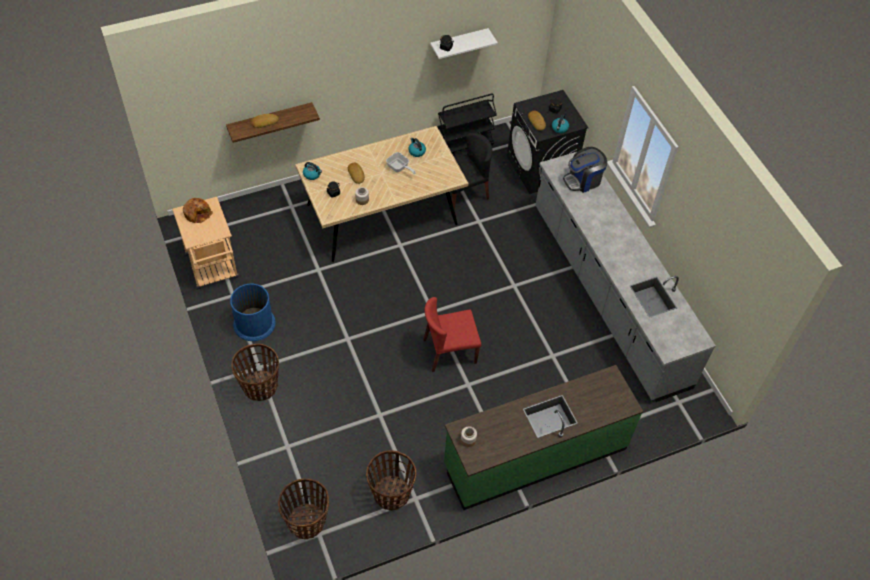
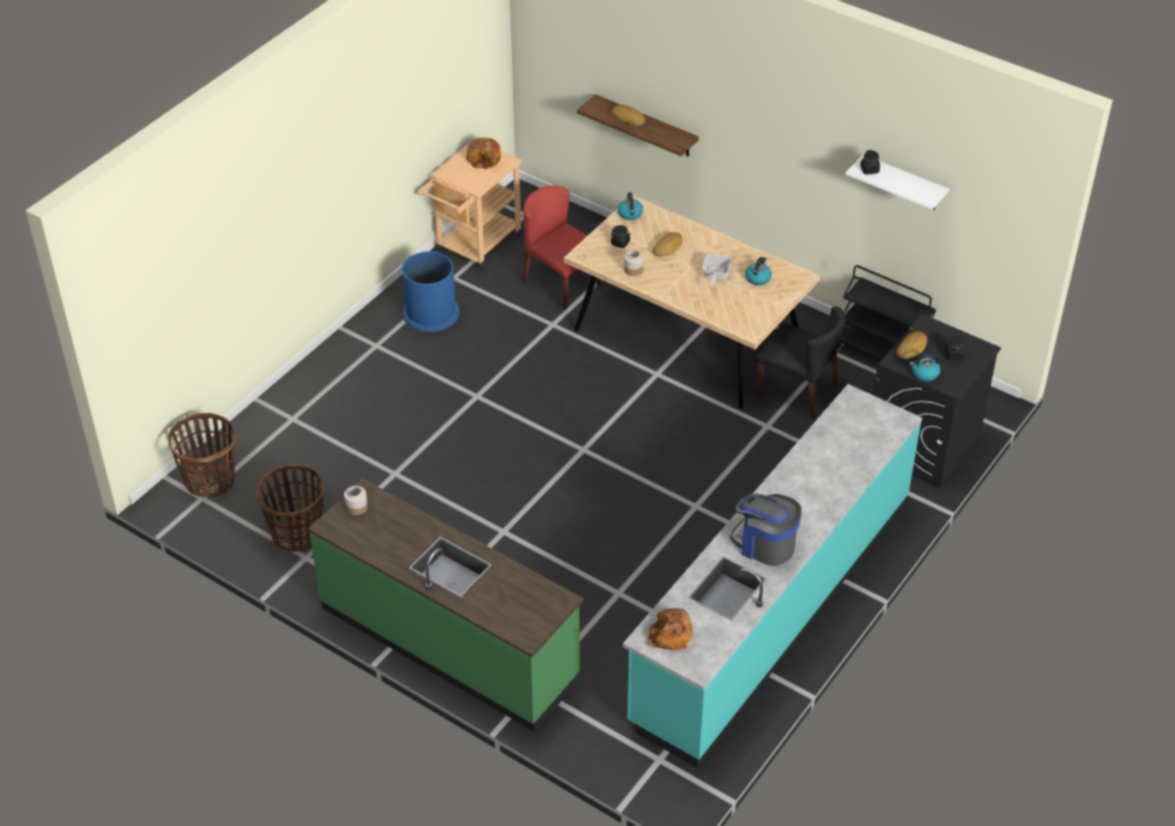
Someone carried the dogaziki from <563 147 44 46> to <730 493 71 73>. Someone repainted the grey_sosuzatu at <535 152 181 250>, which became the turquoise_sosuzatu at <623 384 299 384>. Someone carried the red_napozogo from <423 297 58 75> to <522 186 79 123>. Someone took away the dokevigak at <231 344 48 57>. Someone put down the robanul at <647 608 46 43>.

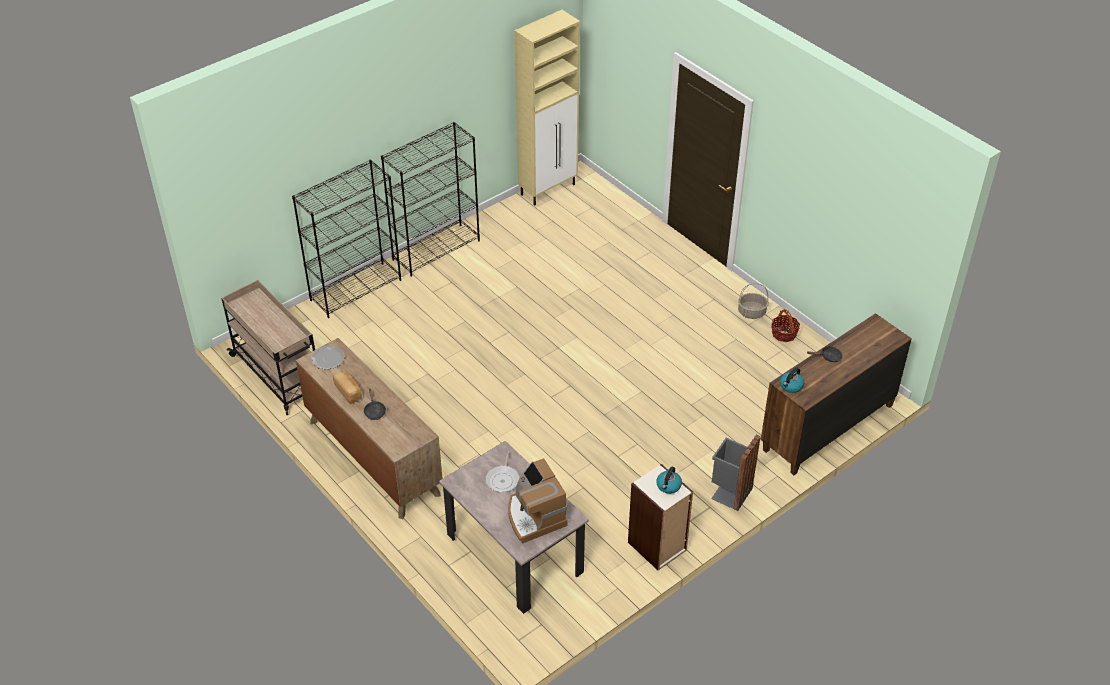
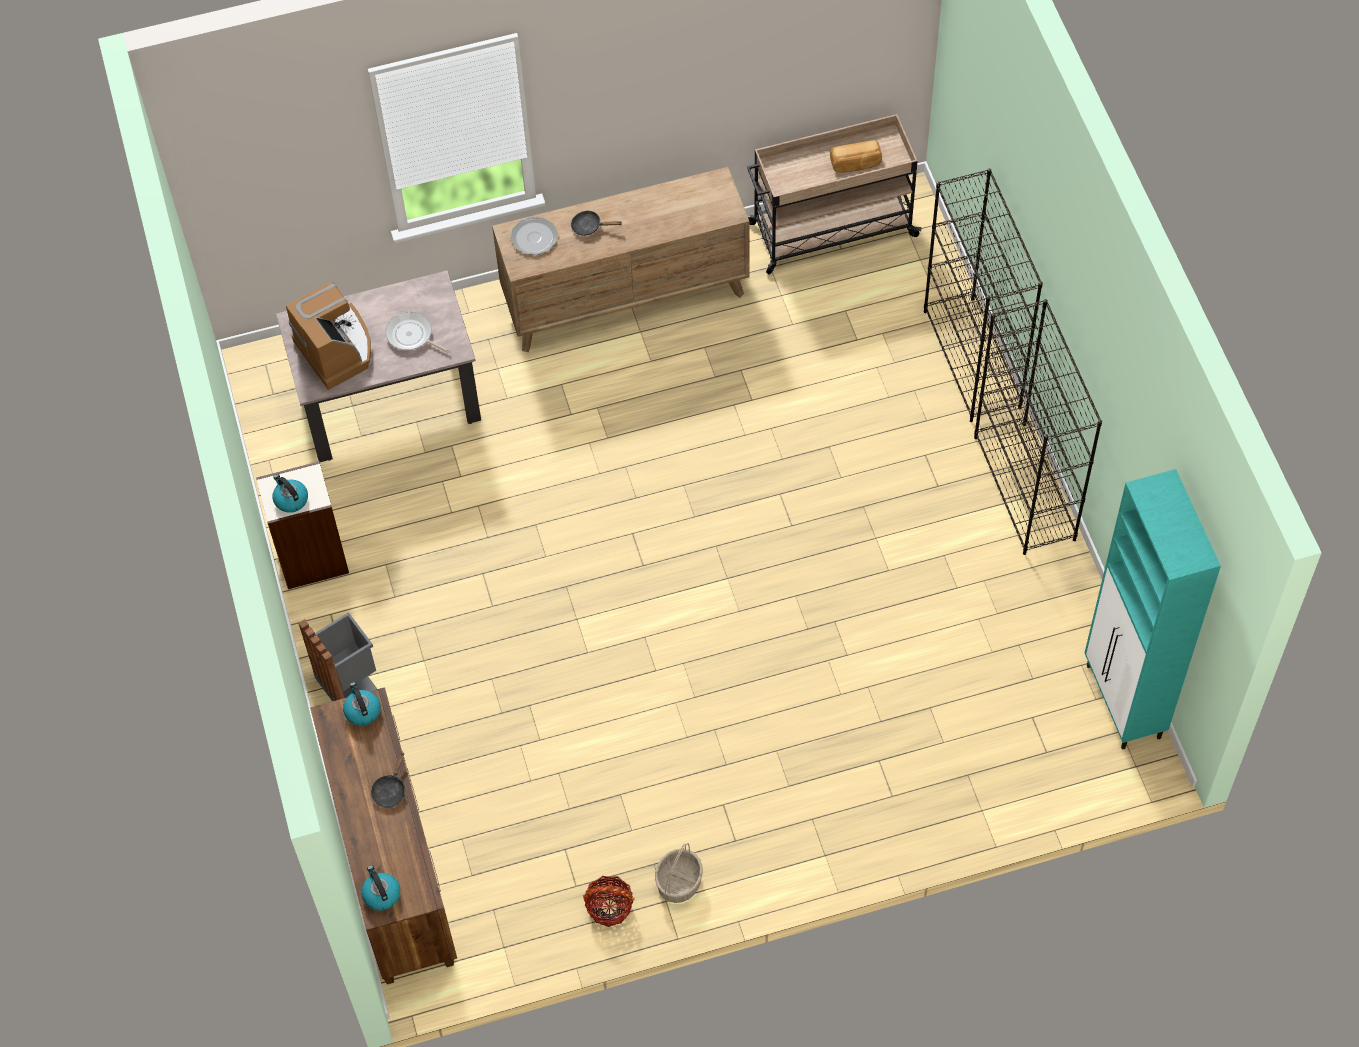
Someone repainted the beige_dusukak at <515 10 65 196>, which became the turquoise_dusukak at <1085 469 136 281>. Someone carried the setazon from <311 346 34 24> to <510 217 48 38>. Someone carried the robanul from <333 370 29 34> to <830 140 52 33>. Someone rotated the dogaziki at <508 458 59 86> by 60 degrees clockwise. Someone put down the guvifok at <361 865 39 46>.

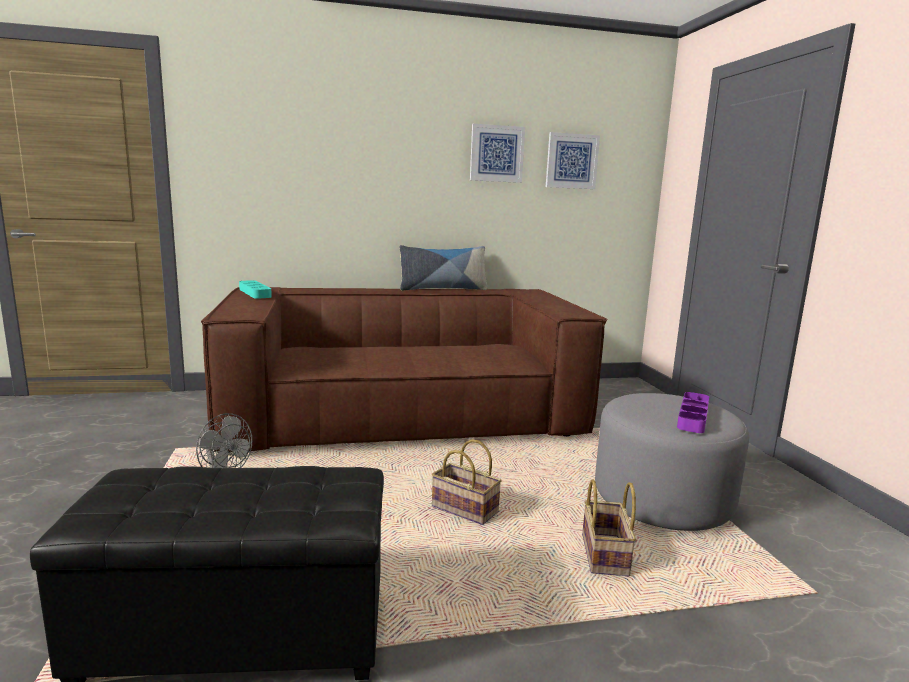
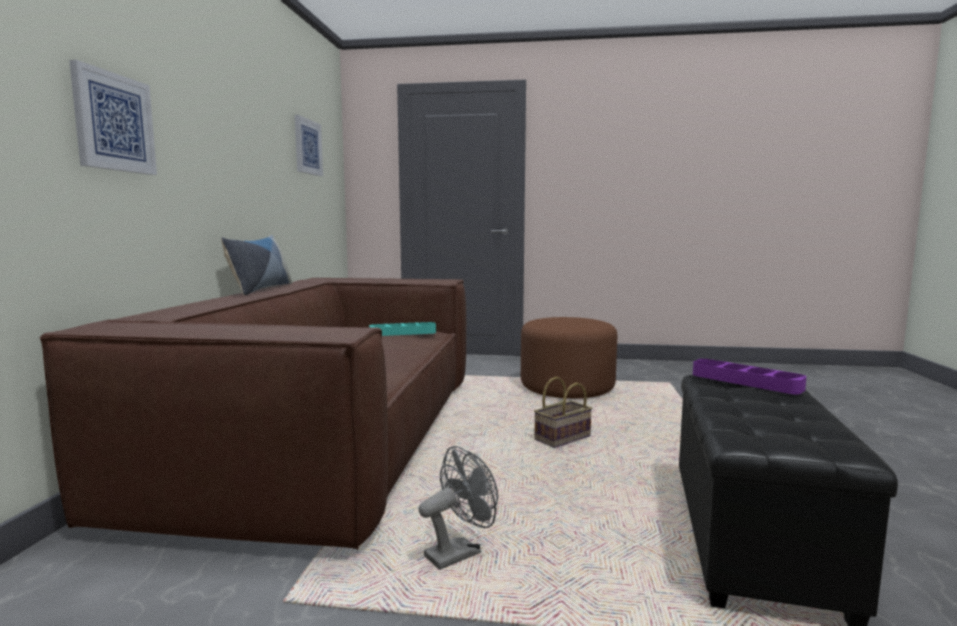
Someone carried the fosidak from <470 124 55 59> to <69 60 88 115>. Someone carried the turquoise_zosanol from <239 280 33 19> to <369 322 67 14>. Someone carried the purple_zosanol from <677 392 32 41> to <693 359 113 36>. Someone repainted the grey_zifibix at <595 393 154 138>, which became the brown_zifibix at <521 317 96 81>. Someone took away the dokevigak at <582 479 54 97>.

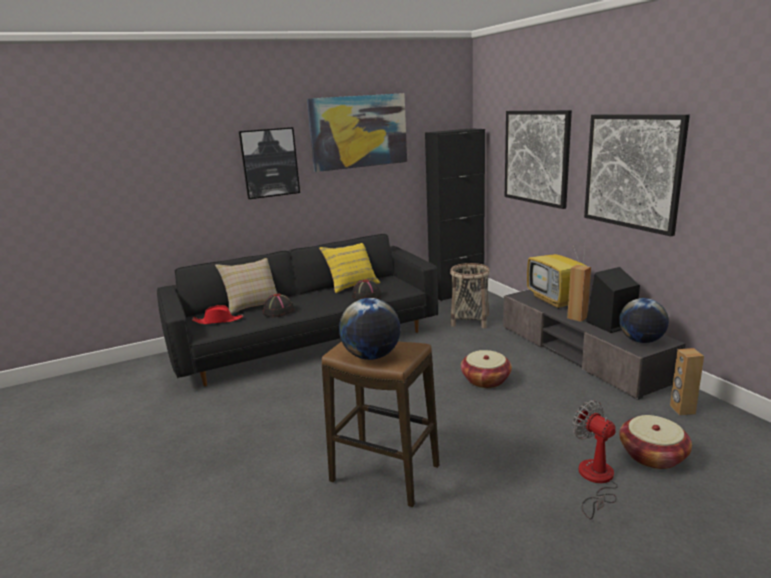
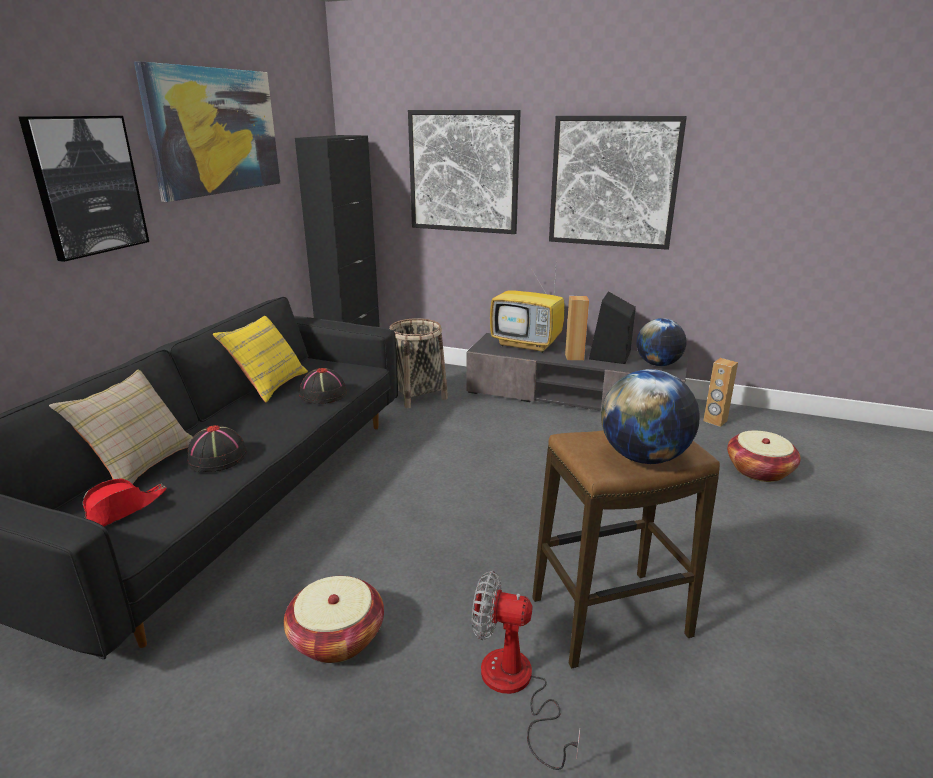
Someone carried the dokevigak from <461 350 51 38> to <284 576 100 87>. Someone carried the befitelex from <572 400 46 119> to <472 571 108 199>.

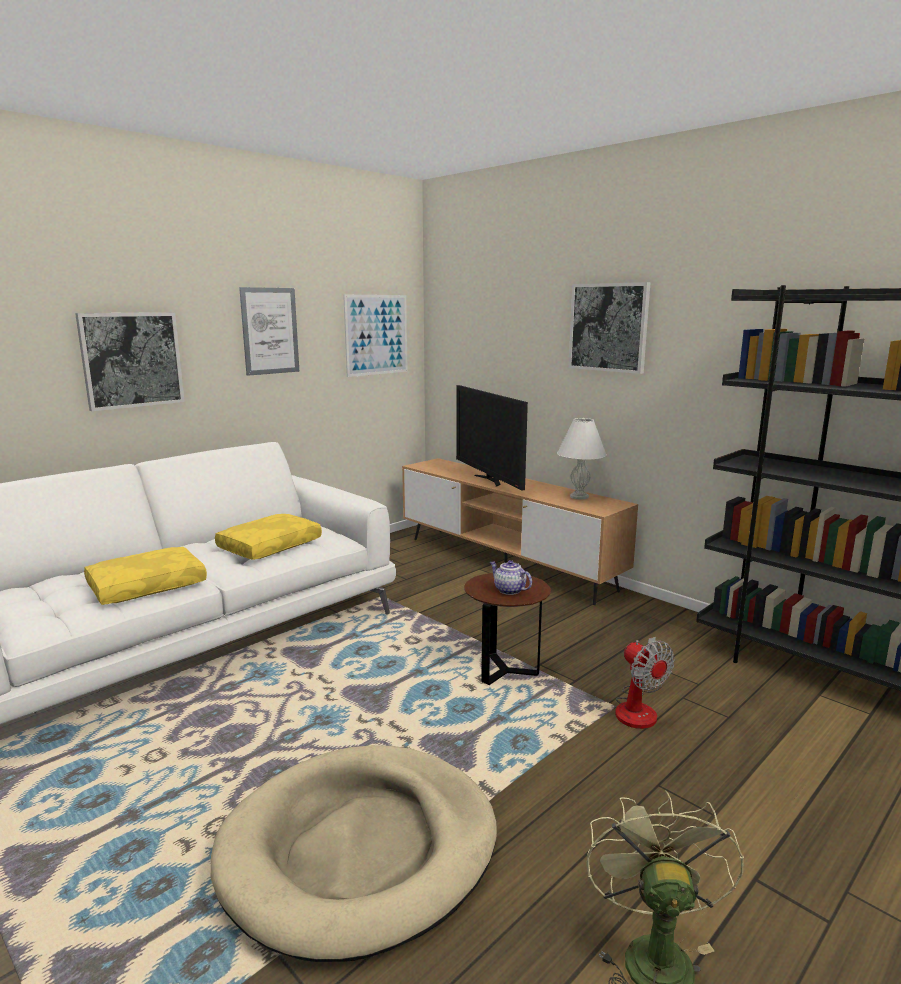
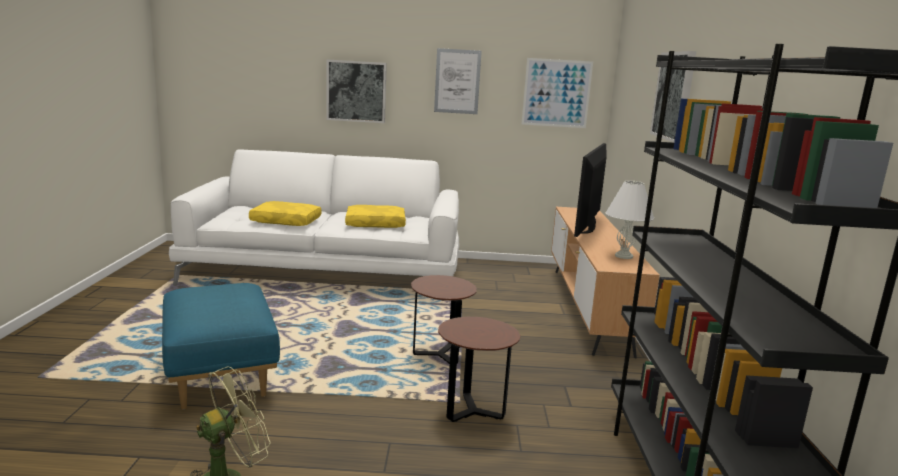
Someone took away the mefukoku at <490 560 42 35>. Someone swapped the befitelex at <615 637 60 92> for the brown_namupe at <438 317 82 105>. Someone swapped the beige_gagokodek at <211 745 286 217> for the blue_zifibix at <162 283 118 126>.

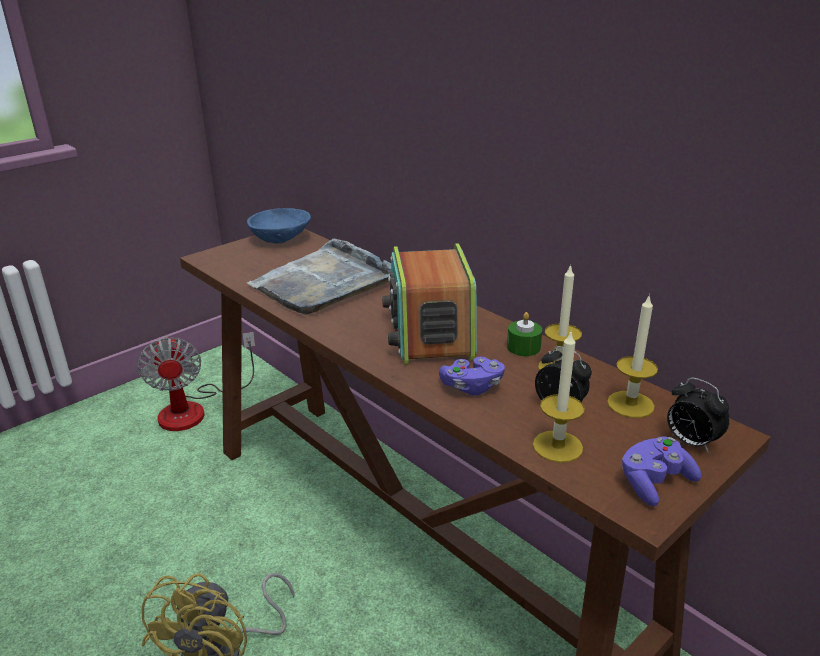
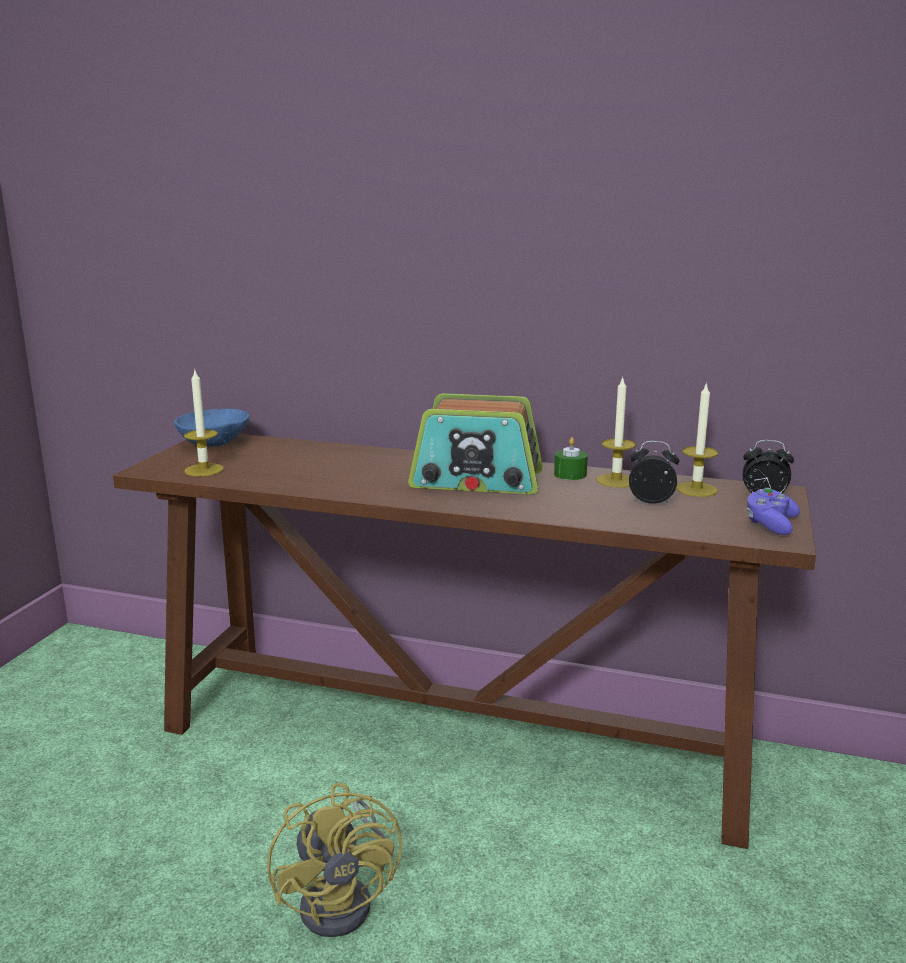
Someone took away the grey_zosanol at <247 239 144 76>. Someone rotated the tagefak at <382 243 95 122> by 45 degrees counterclockwise. Someone took away the befitelex at <137 332 118 99>. Someone carried the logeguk from <533 332 52 131> to <184 371 40 105>. Someone took away the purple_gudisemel at <439 357 66 39>.

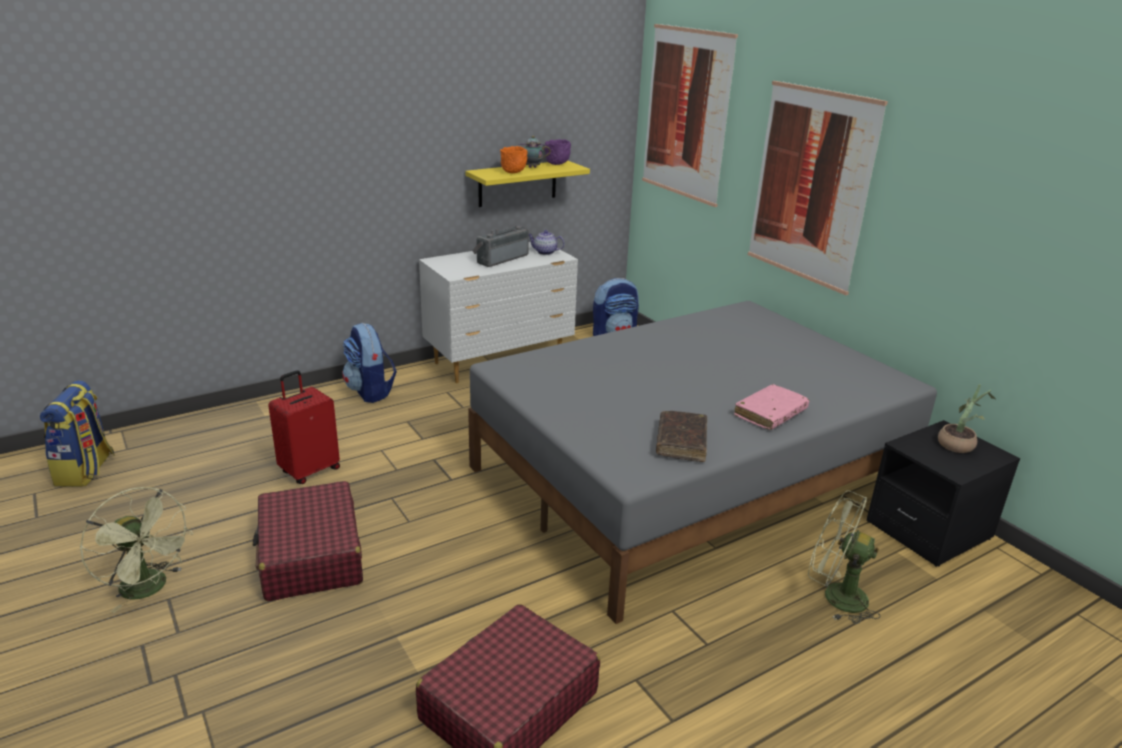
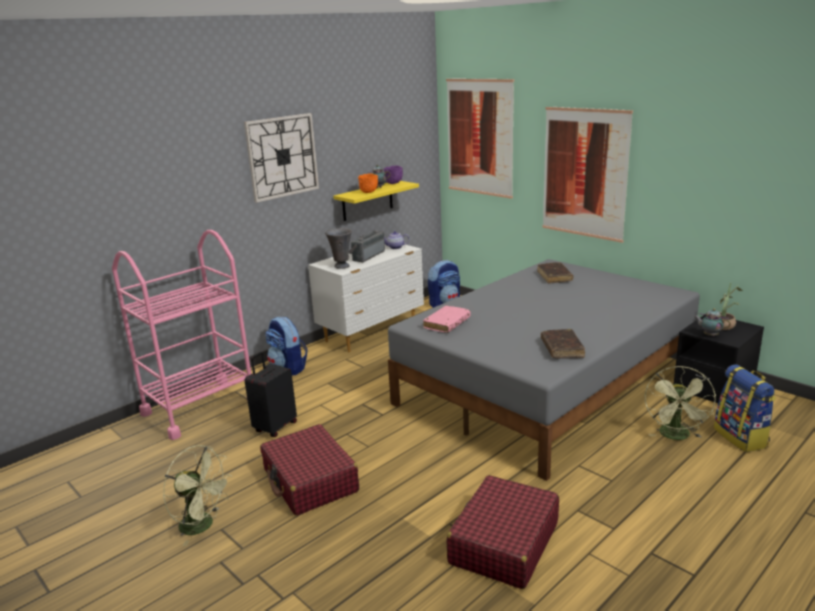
Someone repainted the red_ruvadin at <268 370 72 114>, which became the black_ruvadin at <245 352 52 85>. Someone carried the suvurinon from <40 380 75 107> to <714 365 62 87>. Someone carried the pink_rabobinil from <734 384 76 46> to <423 306 47 27>. Someone rotated the green_befitelex at <808 490 73 134> by 90 degrees counterclockwise. Someone put up the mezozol at <244 113 75 90>. Someone put down the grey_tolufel at <325 228 27 41>. Someone put down the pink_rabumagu at <112 230 139 210>. Someone put down the brown_rabobinil at <537 262 36 22>. Someone put down the mefukoku at <694 308 37 28>.

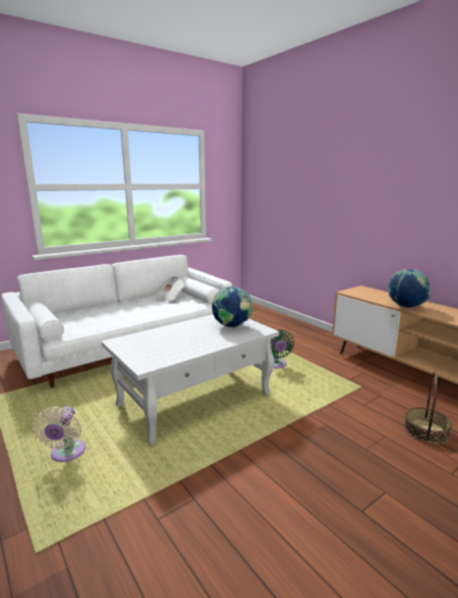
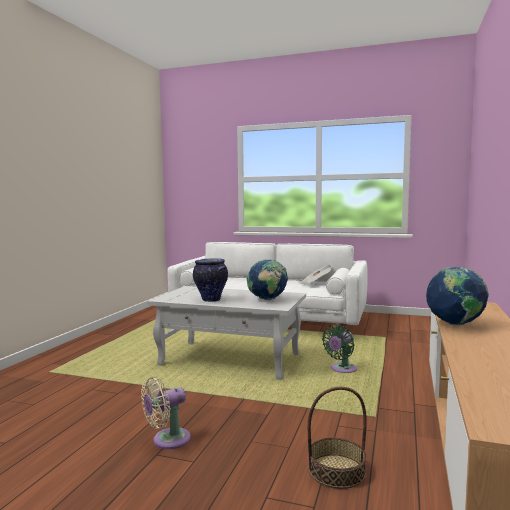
Someone carried the beige_befitelex from <33 406 53 56> to <141 377 50 72>. Someone put down the tolufel at <193 258 35 44>.

